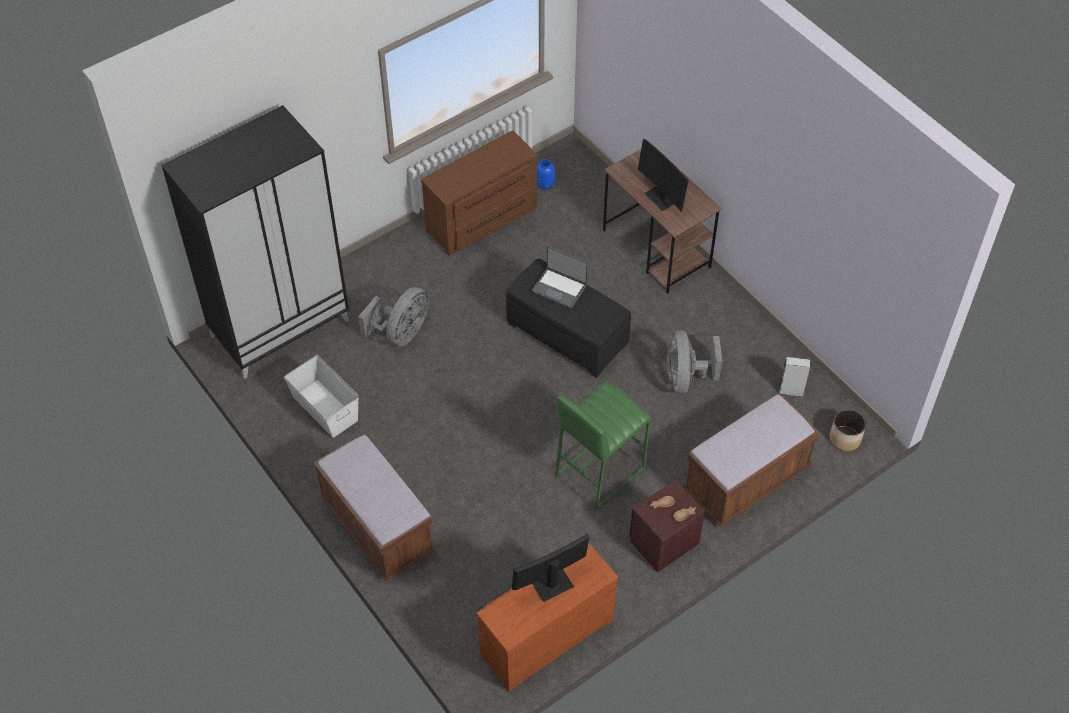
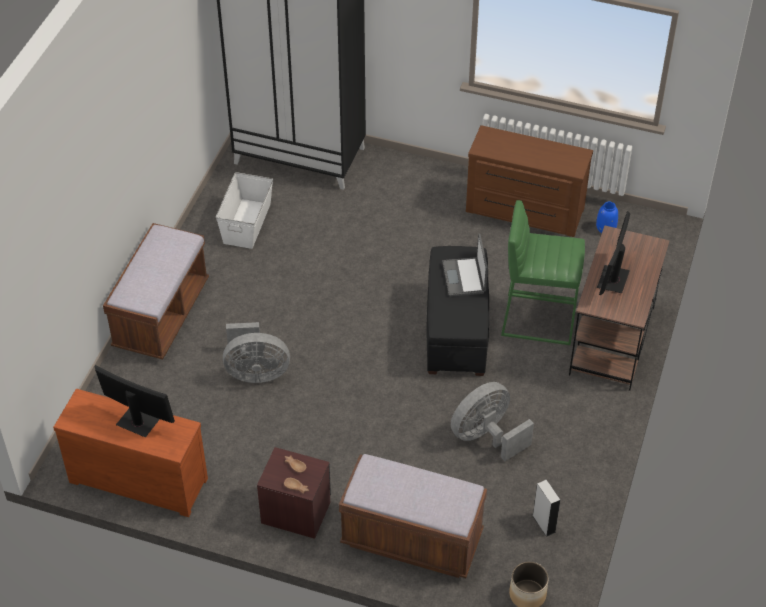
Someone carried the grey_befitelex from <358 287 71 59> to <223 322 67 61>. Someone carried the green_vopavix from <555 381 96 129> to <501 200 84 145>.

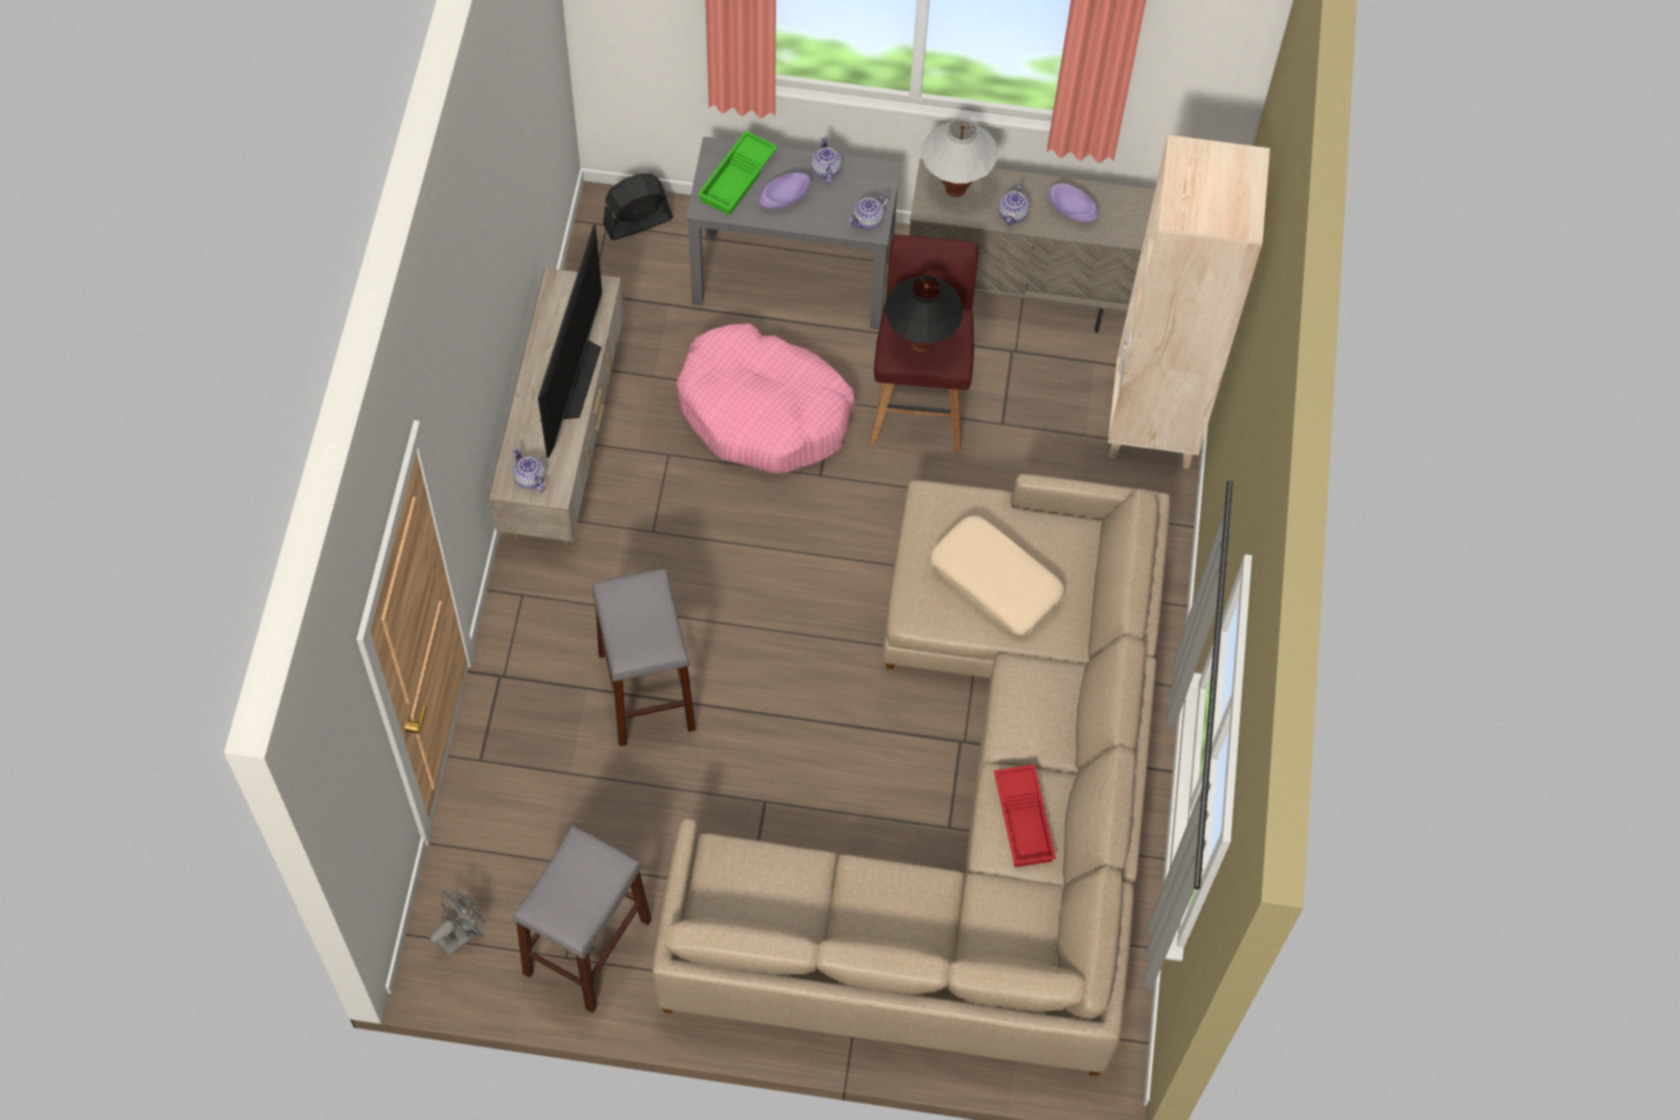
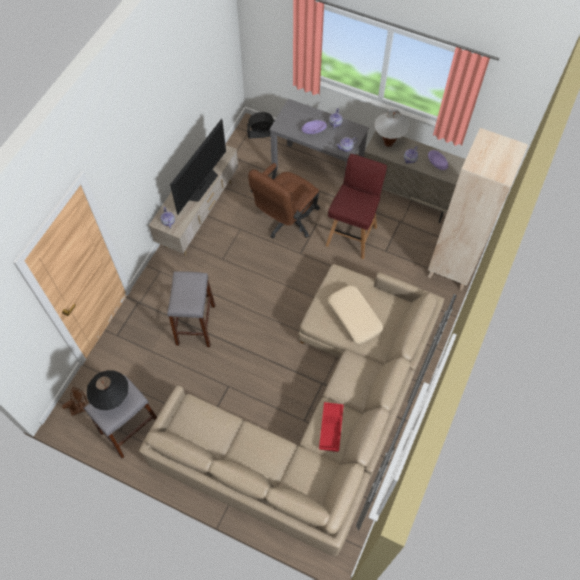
Someone took away the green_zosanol at <697 130 81 86>. Someone carried the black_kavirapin from <884 275 80 78> to <87 370 41 40>. Someone swapped the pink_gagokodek at <676 323 179 150> for the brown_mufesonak at <248 163 72 75>. Someone repainted the grey_befitelex at <430 890 55 66>, which became the brown_befitelex at <62 387 26 29>.

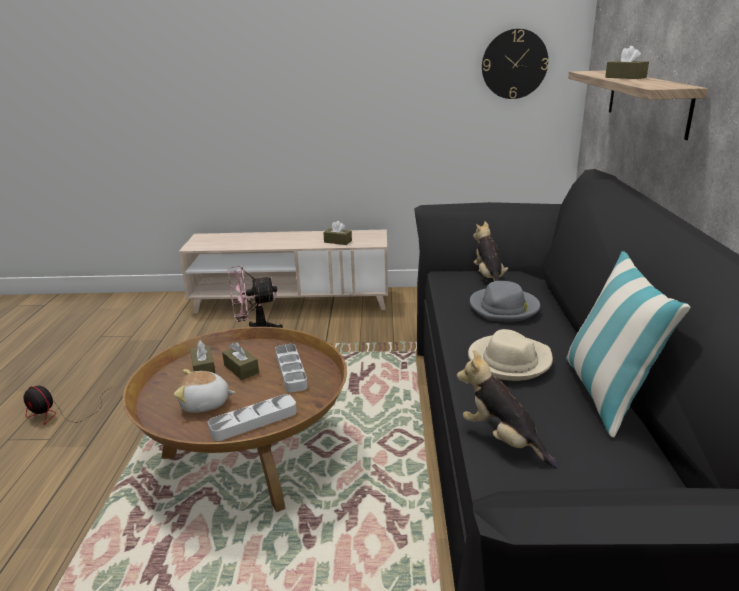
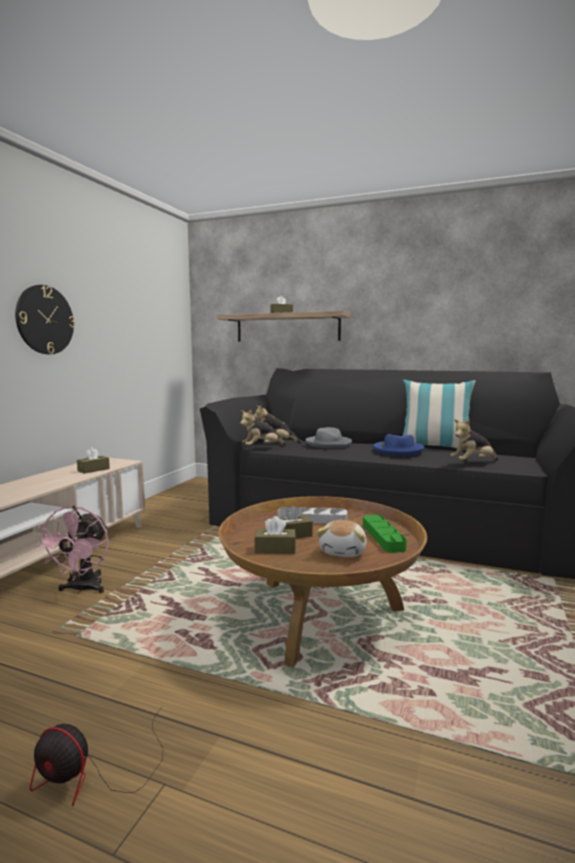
Someone carried the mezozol from <482 29 66 70> to <15 285 60 69>. Someone repainted the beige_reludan at <468 329 85 52>, which became the blue_reludan at <373 434 52 21>. Someone rotated the befitelex at <24 386 87 39> by 60 degrees clockwise. Someone repainted the grey_zosanol at <208 394 89 47>, which became the green_zosanol at <363 515 44 38>. Someone put down the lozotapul at <240 410 46 35>.

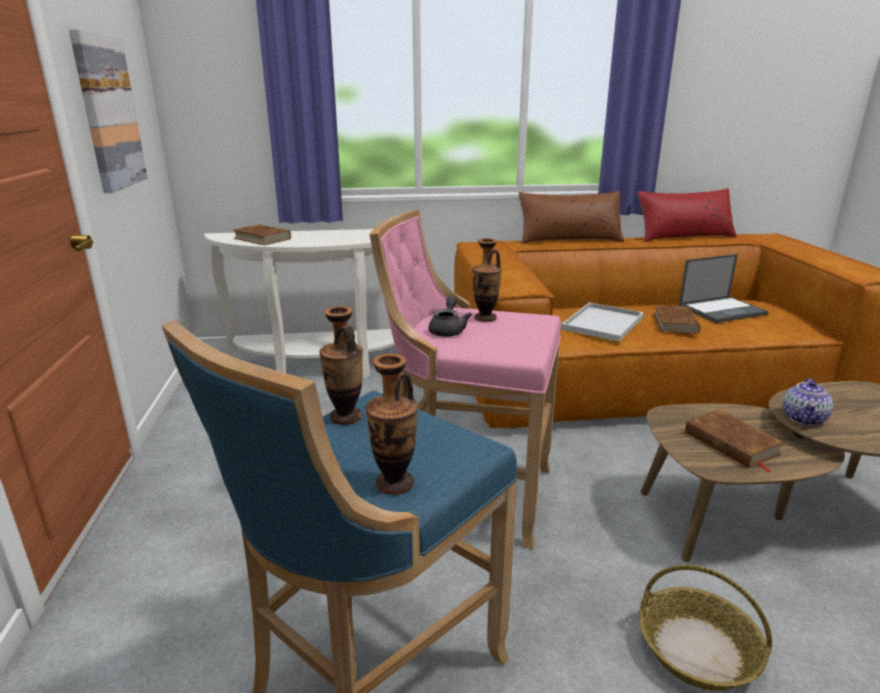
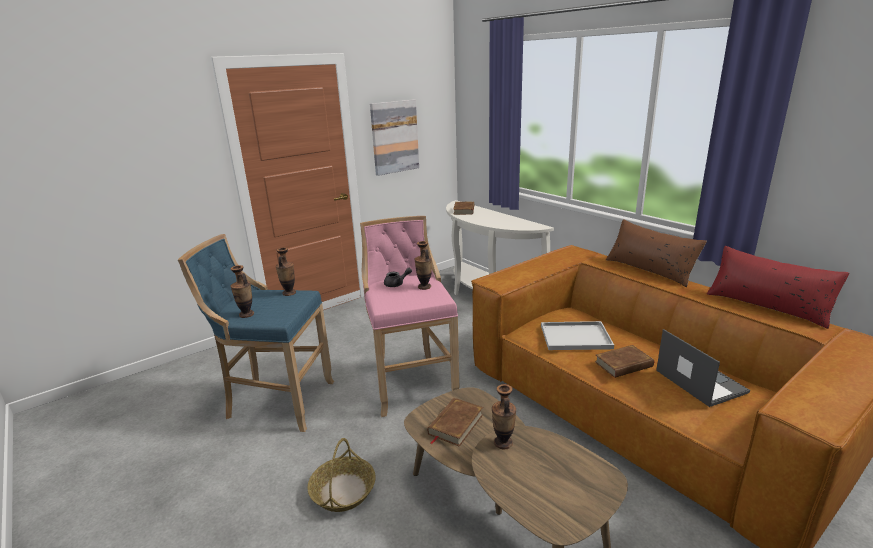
Someone rotated the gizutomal at <679 254 90 69> by 150 degrees counterclockwise. Someone swapped the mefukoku at <782 378 51 48> for the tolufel at <492 384 24 65>.

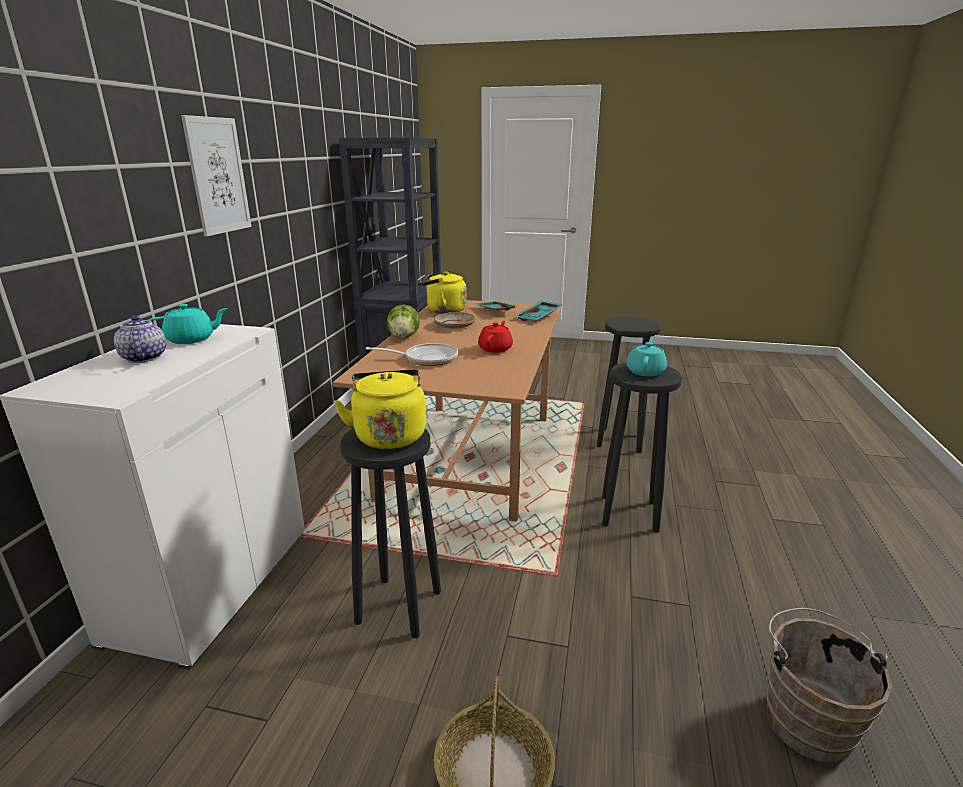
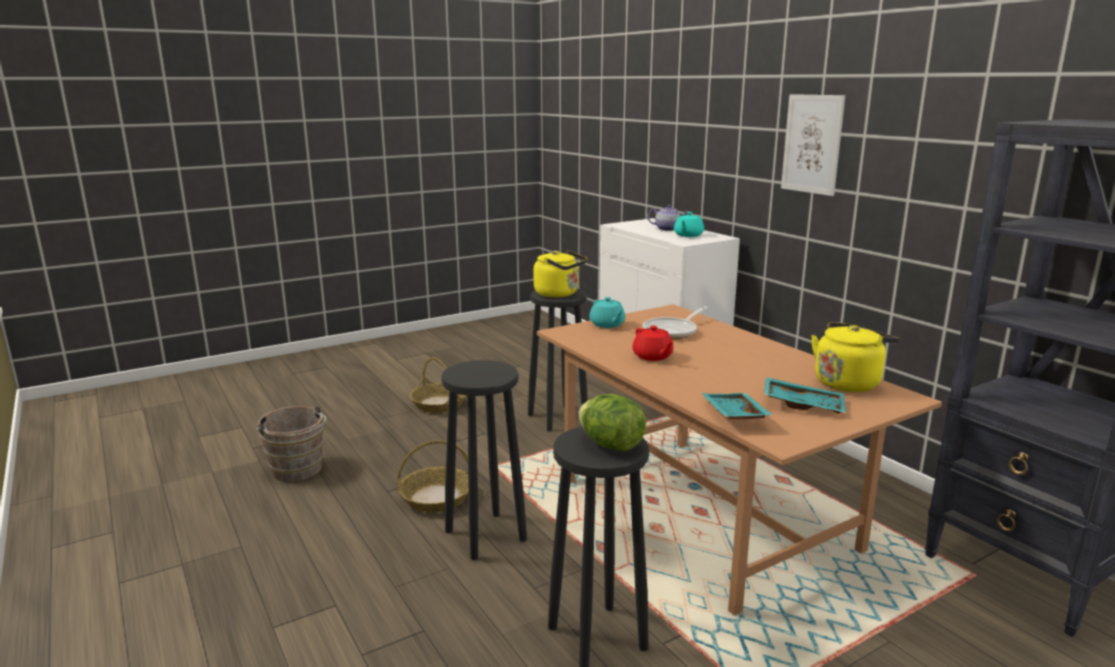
Someone carried the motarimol from <387 304 33 34> to <578 394 68 58>. Someone took away the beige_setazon at <434 312 41 17>. Someone carried the turquoise_mefukoku from <626 339 41 37> to <589 297 36 31>. Someone put down the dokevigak at <397 440 71 73>.

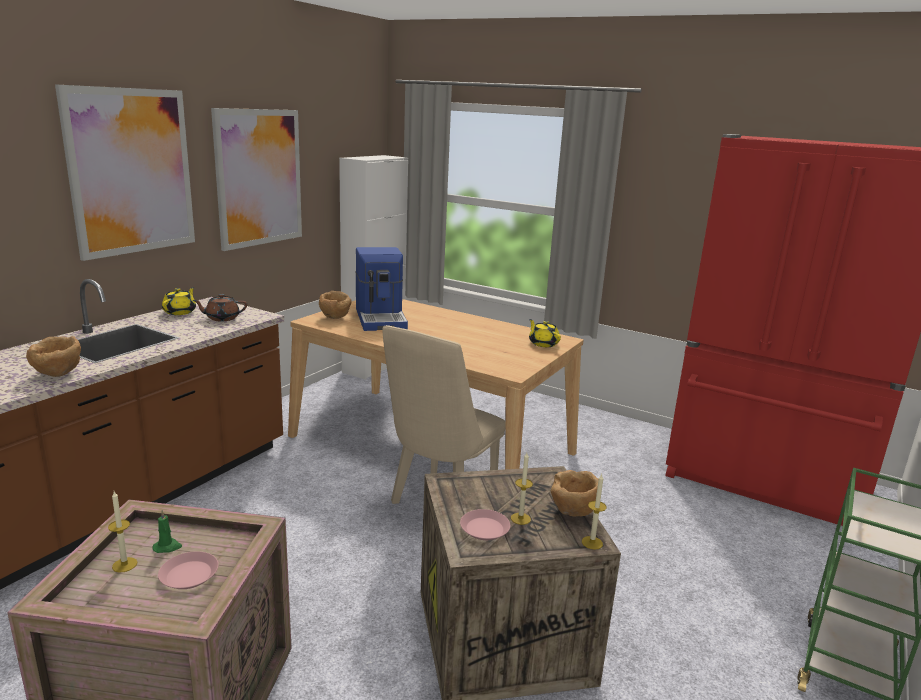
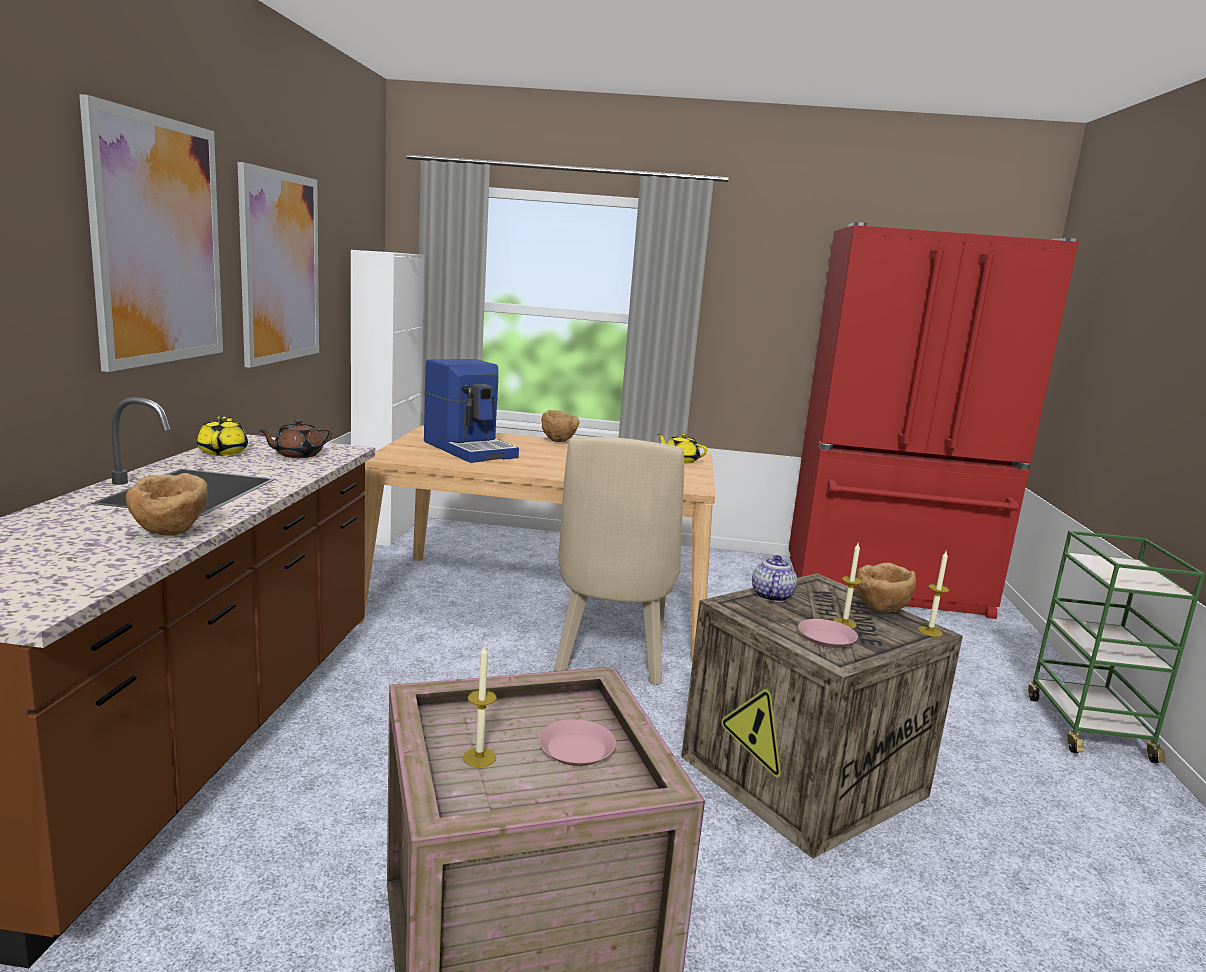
Someone carried the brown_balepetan from <319 291 33 28> to <541 410 39 32>. Someone took away the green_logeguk at <153 510 29 43>. Someone put down the mefukoku at <752 555 46 47>.

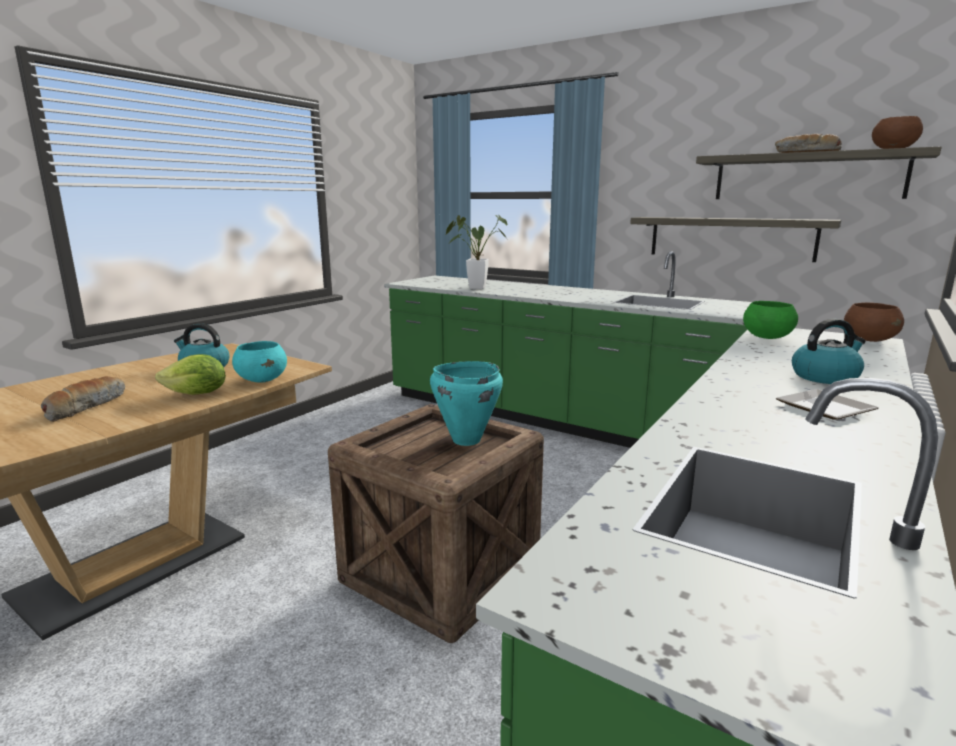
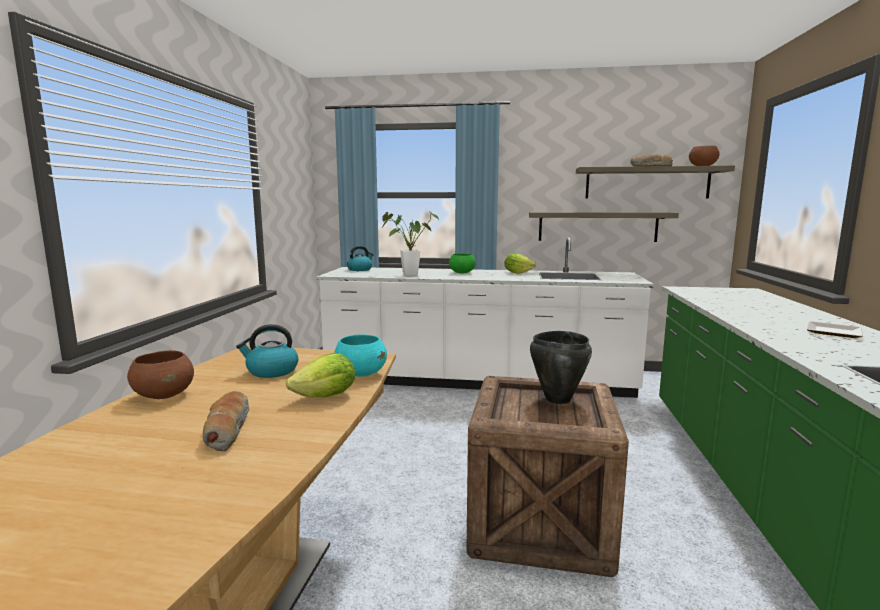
Someone repainted the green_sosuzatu at <384 251 368 197>, which became the white_sosuzatu at <316 237 338 161>. Someone carried the green_balepetan from <743 301 55 38> to <449 254 27 20>. Someone carried the brown_balepetan from <844 303 60 39> to <127 350 67 49>. Someone carried the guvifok from <792 319 73 65> to <347 246 26 25>. Someone repainted the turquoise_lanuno at <430 361 73 85>, which became the black_lanuno at <530 331 62 73>. Someone put down the motarimol at <505 253 31 21>.

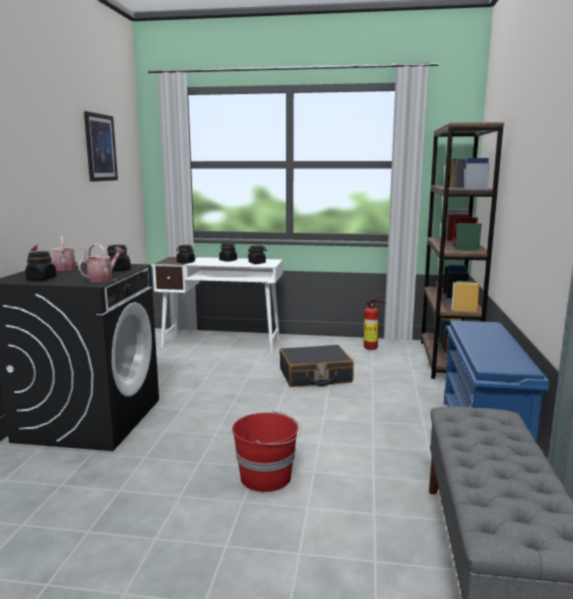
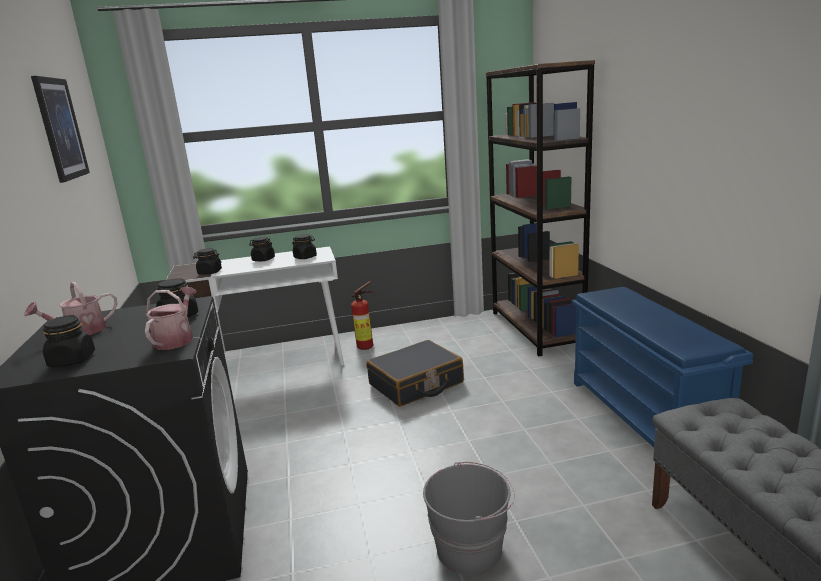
Someone carried the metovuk from <364 294 21 56> to <351 281 23 69>. Someone repainted the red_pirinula at <232 411 69 81>, which became the grey_pirinula at <423 462 92 113>.

